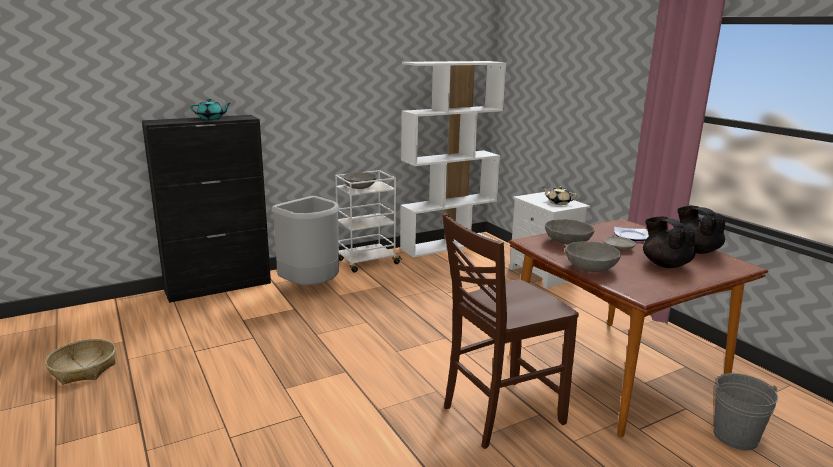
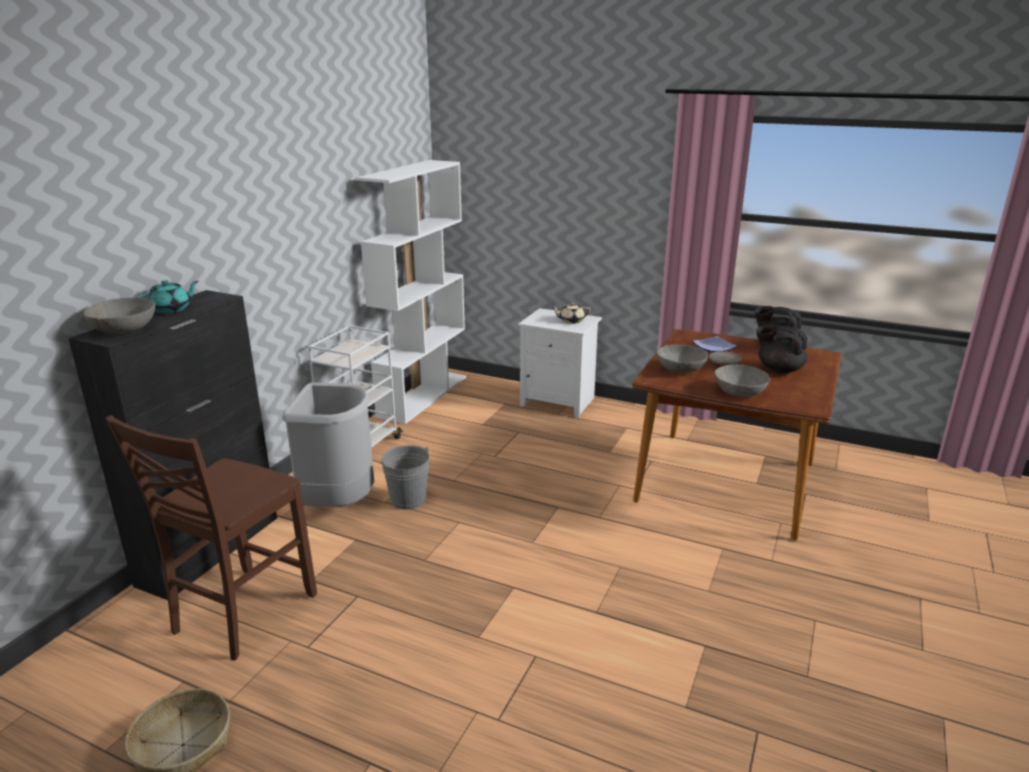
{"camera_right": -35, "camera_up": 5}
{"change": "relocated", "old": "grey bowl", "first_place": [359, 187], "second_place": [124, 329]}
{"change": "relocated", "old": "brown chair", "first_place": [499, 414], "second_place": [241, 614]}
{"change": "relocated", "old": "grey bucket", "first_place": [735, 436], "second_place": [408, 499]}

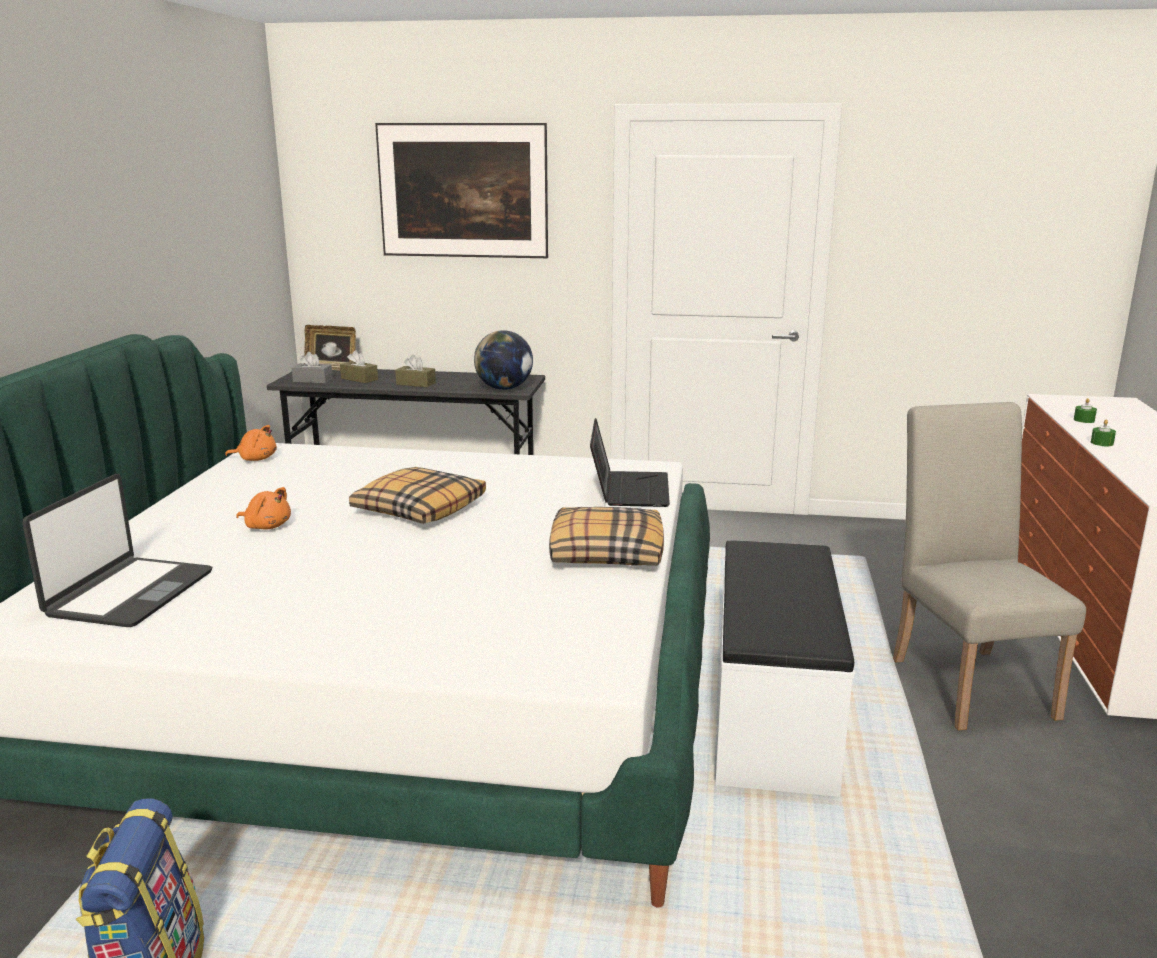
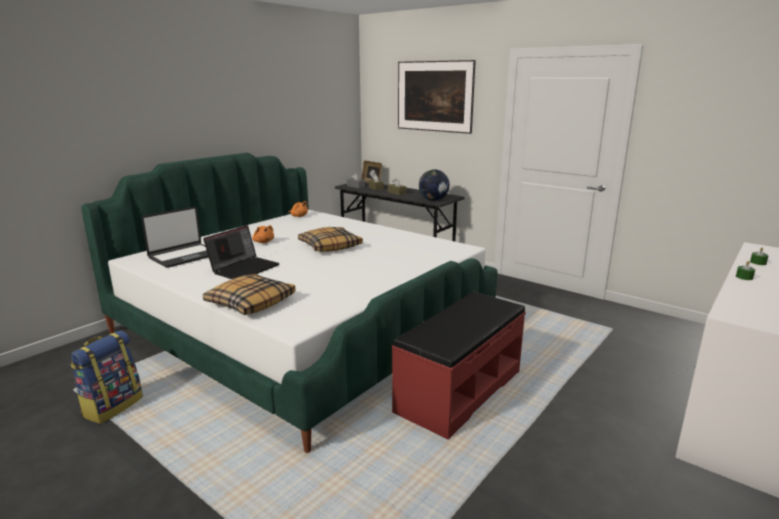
{"camera_right": 30, "camera_up": 0}
{"change": "missing", "old": "beige chair", "first_place": [967, 680]}
{"change": "relocated", "old": "pillow", "first_place": [605, 552], "second_place": [250, 302]}
{"change": "relocated", "old": "laptop", "first_place": [628, 490], "second_place": [244, 268]}
{"change": "colour", "old": "white bench", "new": "red bench", "first_place": [770, 716], "second_place": [458, 391]}

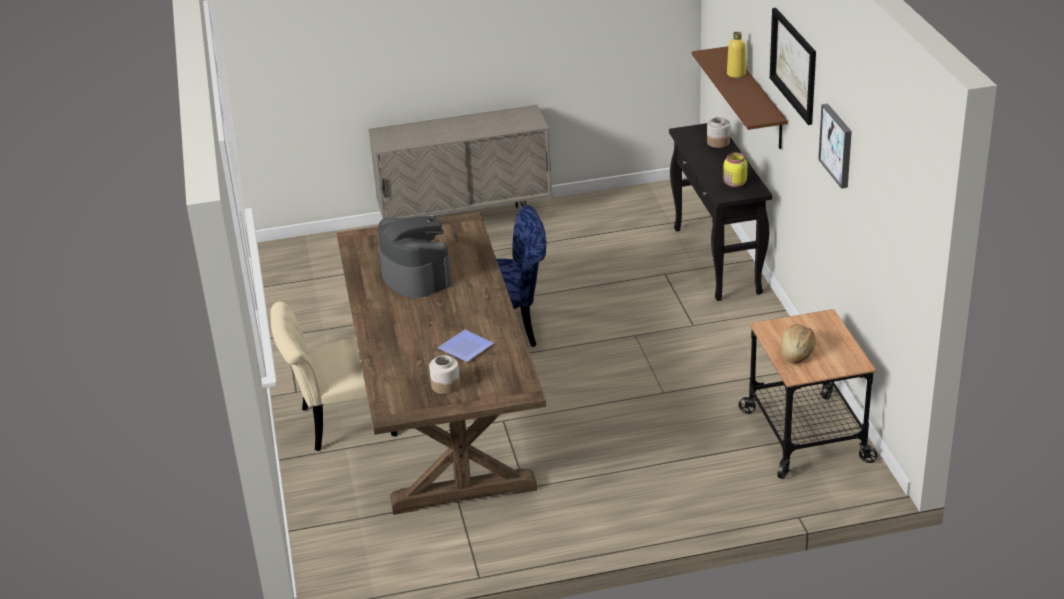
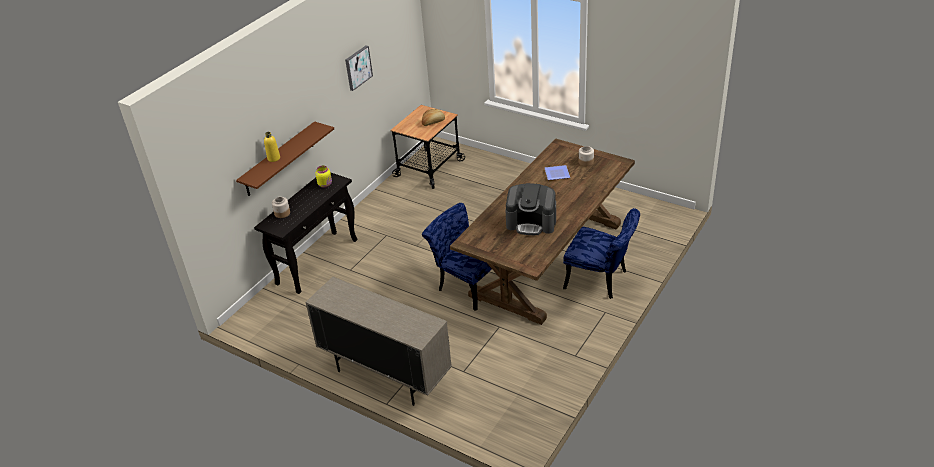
{"camera_right": -135, "camera_up": 5}
{"change": "missing", "old": "picture", "first_place": [794, 65]}
{"change": "colour", "old": "beige chair", "new": "blue chair", "first_place": [338, 422], "second_place": [601, 281]}
{"change": "spun", "old": "coffee machine", "first_place": [416, 276], "second_place": [531, 222], "degrees": -90}

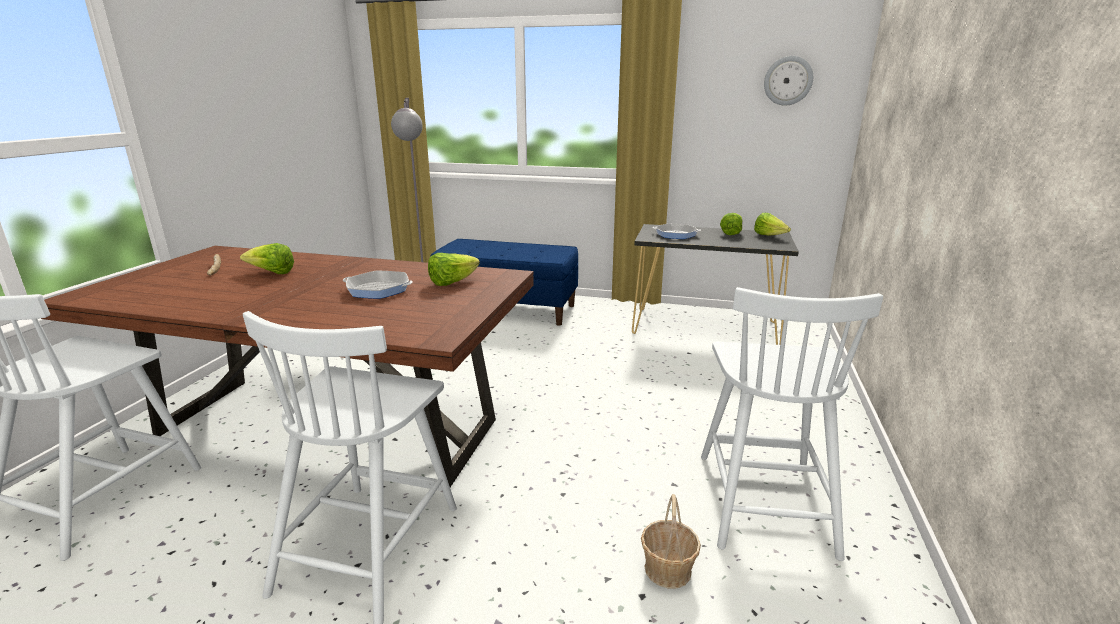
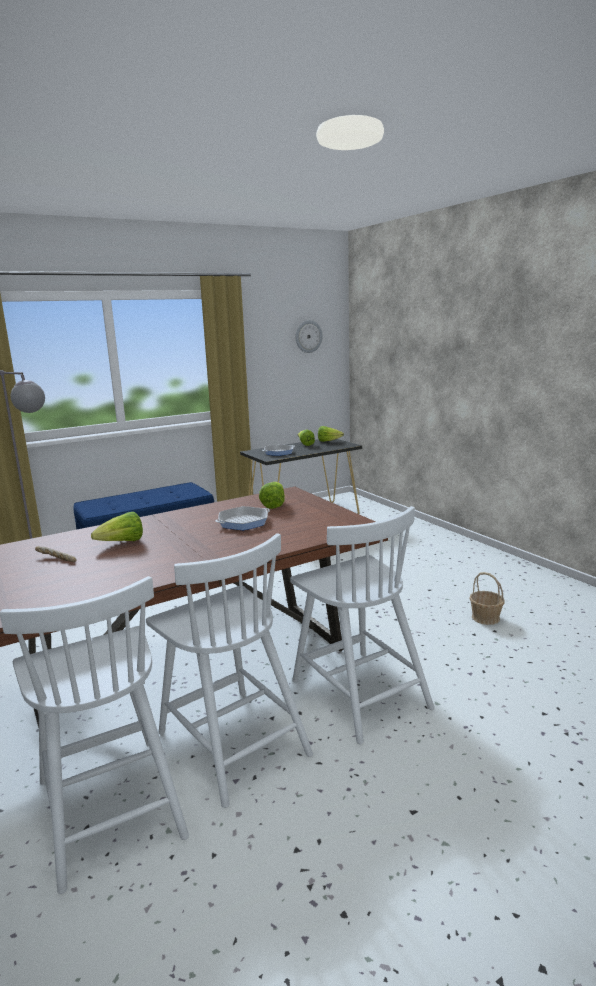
{"camera_right": -45, "camera_up": -5}
{"change": "relocated", "old": "white chair", "first_place": [763, 500], "second_place": [232, 741]}

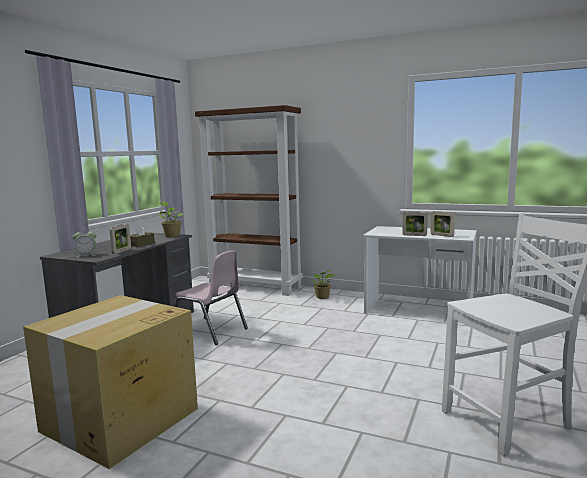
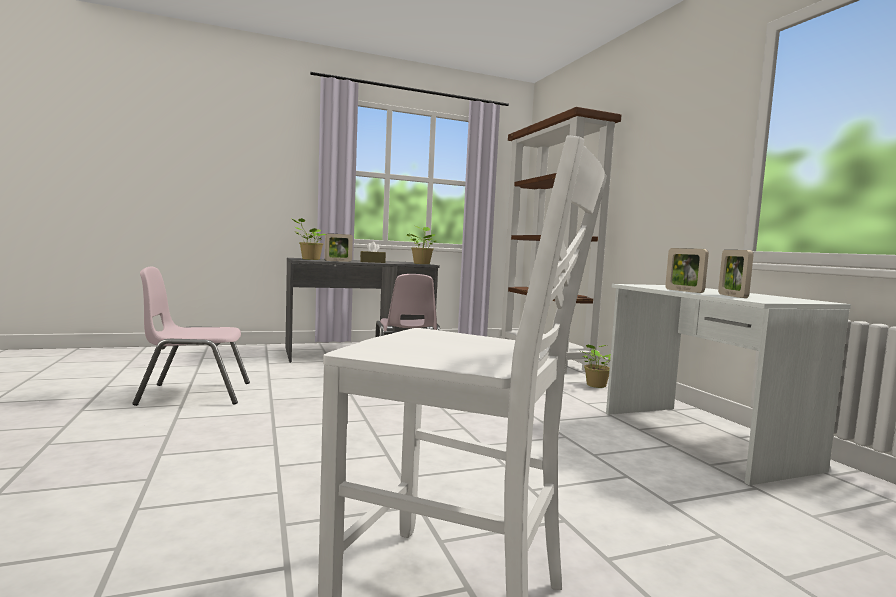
{"camera_right": 45, "camera_up": -5}
{"change": "exchanged", "old": "cardboard box", "new": "pink chair", "first_place": [119, 420], "second_place": [195, 394]}
{"change": "exchanged", "old": "alarm clock", "new": "potted plant", "first_place": [86, 255], "second_place": [309, 259]}

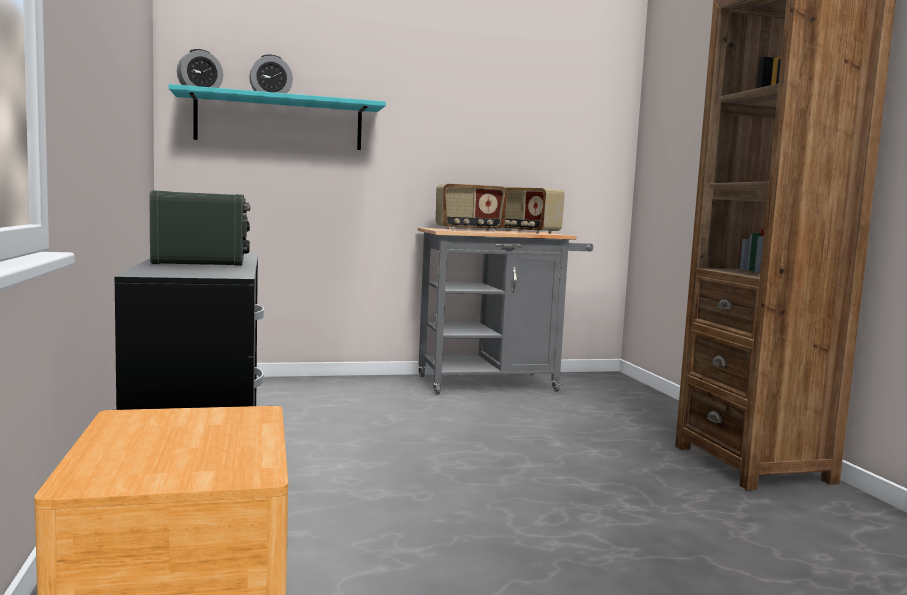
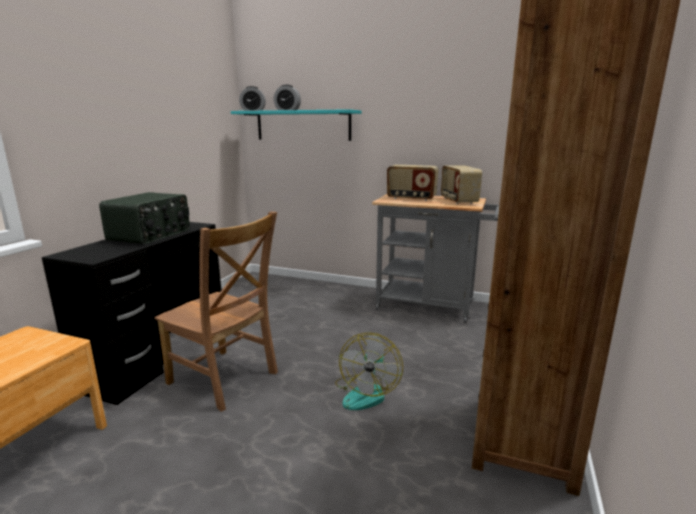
{"camera_right": 35, "camera_up": 10}
{"change": "appeared", "new": "brown chair", "second_place": [225, 379]}
{"change": "appeared", "new": "fan", "second_place": [366, 392]}

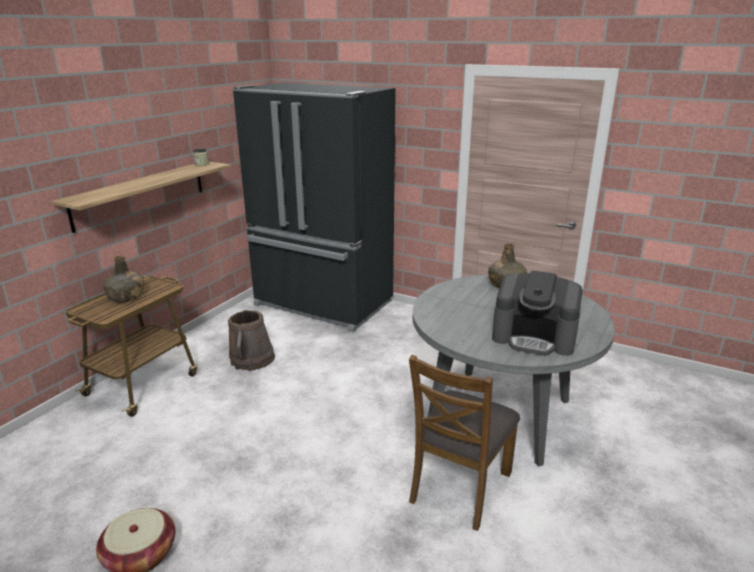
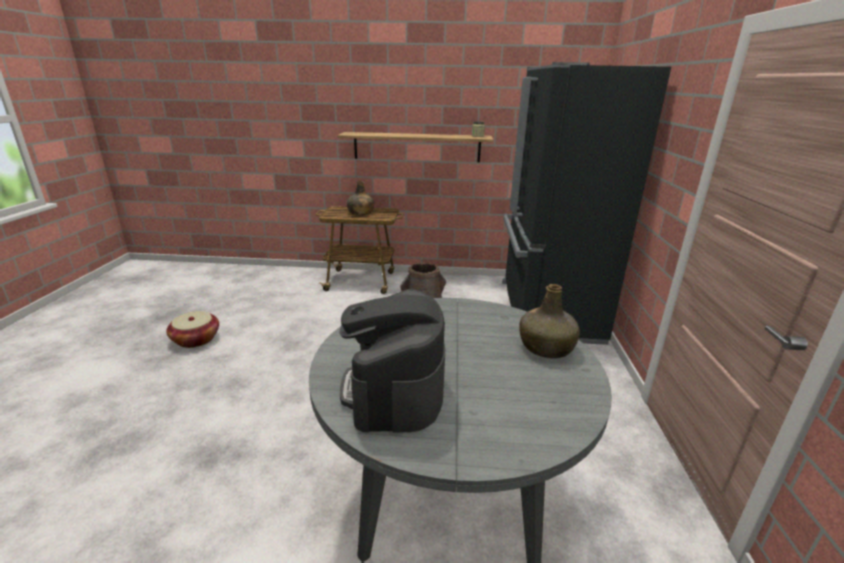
{"camera_right": 65, "camera_up": 0}
{"change": "missing", "old": "brown chair", "first_place": [459, 486]}

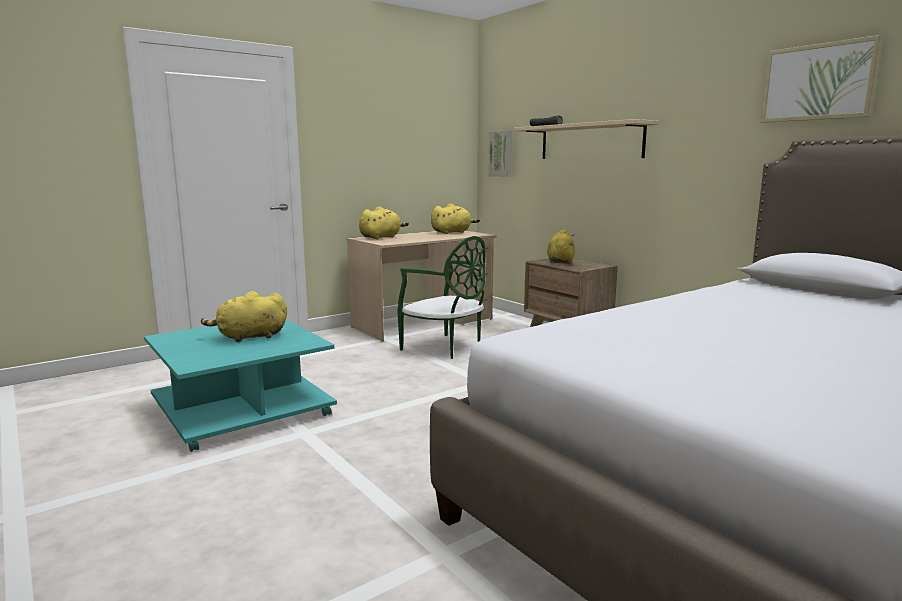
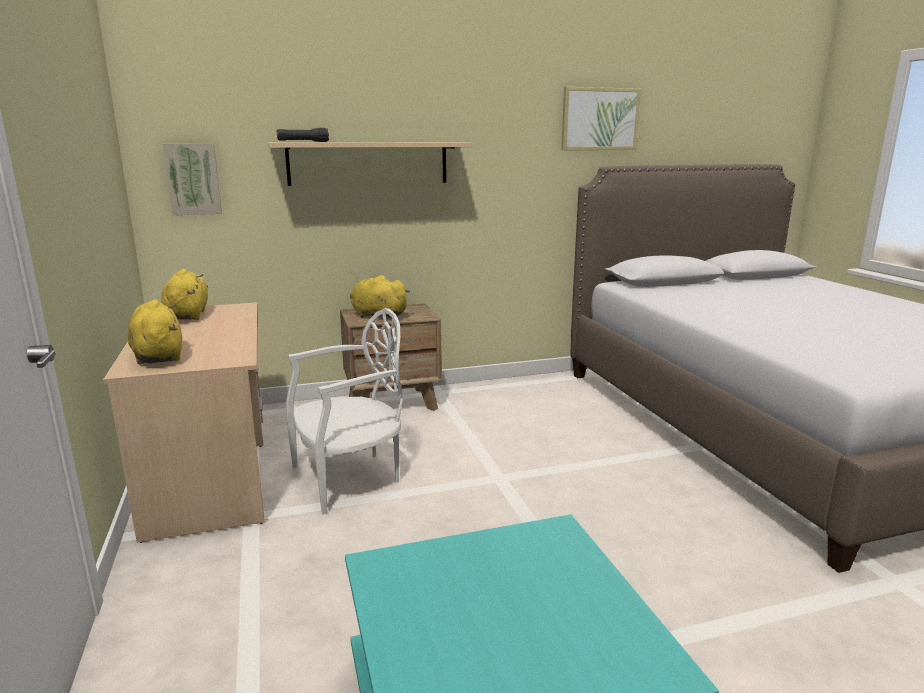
{"camera_right": -70, "camera_up": 5}
{"change": "missing", "old": "yellow plush toy", "first_place": [249, 337]}
{"change": "colour", "old": "green chair", "new": "white chair", "first_place": [445, 348], "second_place": [350, 478]}

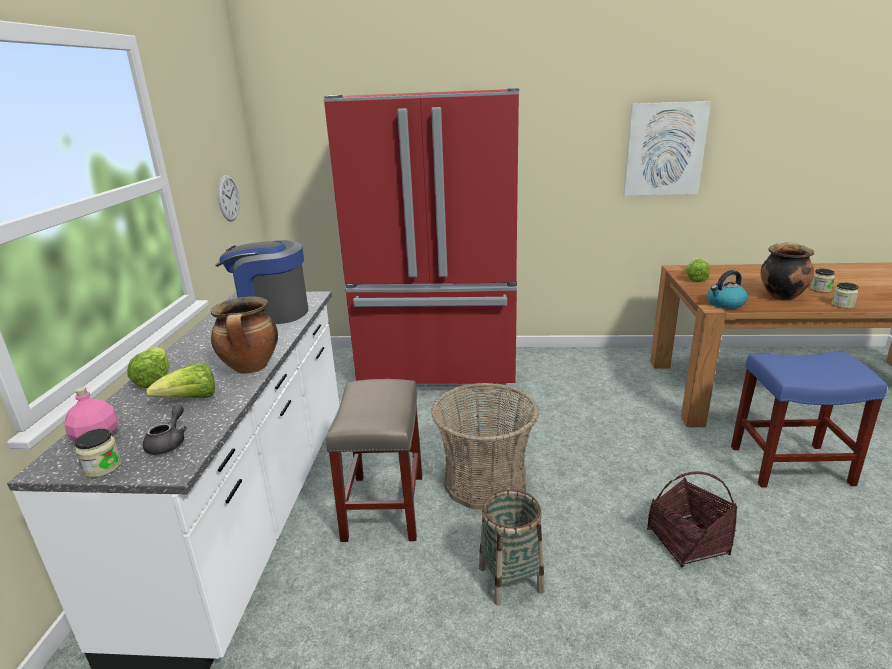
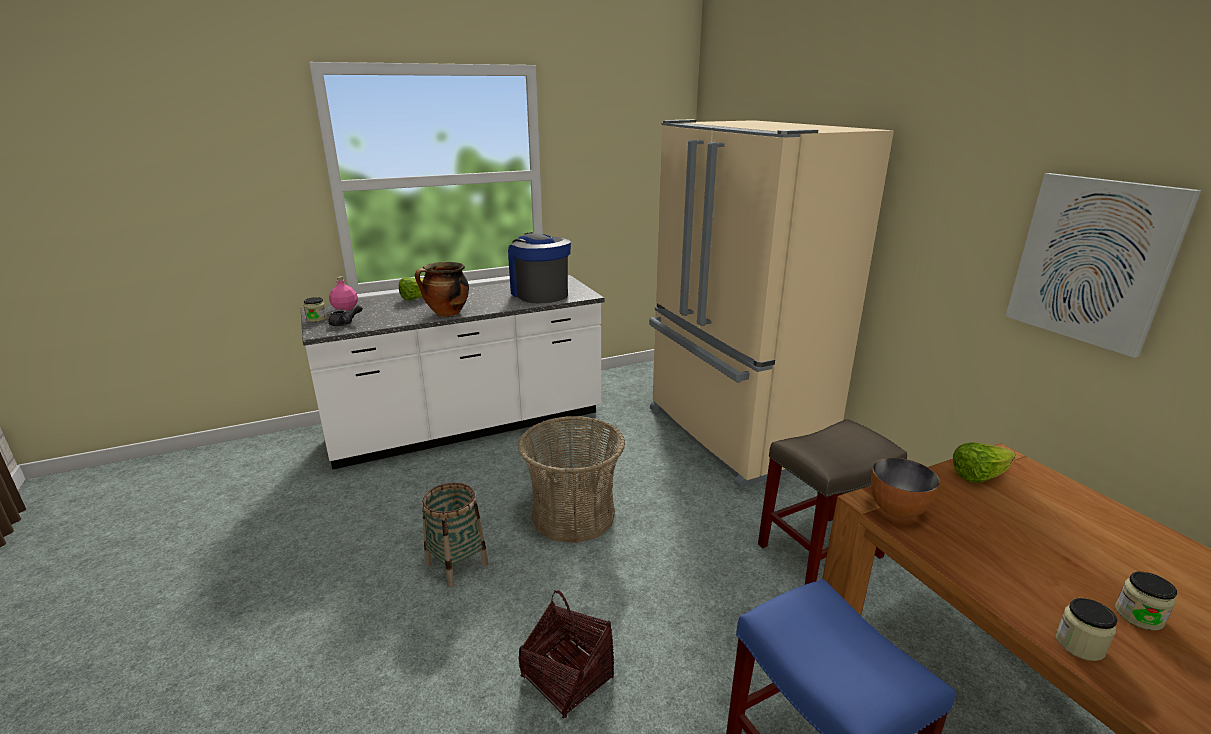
{"camera_right": 60, "camera_up": 0}
{"change": "missing", "old": "lettuce", "first_place": [190, 399]}
{"change": "missing", "old": "wall clock", "first_place": [228, 198]}
{"change": "missing", "old": "cooking pot", "first_place": [781, 296]}
{"change": "relocated", "old": "beige stool", "first_place": [384, 505], "second_place": [820, 550]}
{"change": "exchanged", "old": "kettle", "new": "bowl", "first_place": [725, 304], "second_place": [897, 510]}
{"change": "colour", "old": "red fridge", "new": "beige fridge", "first_place": [439, 370], "second_place": [733, 434]}

